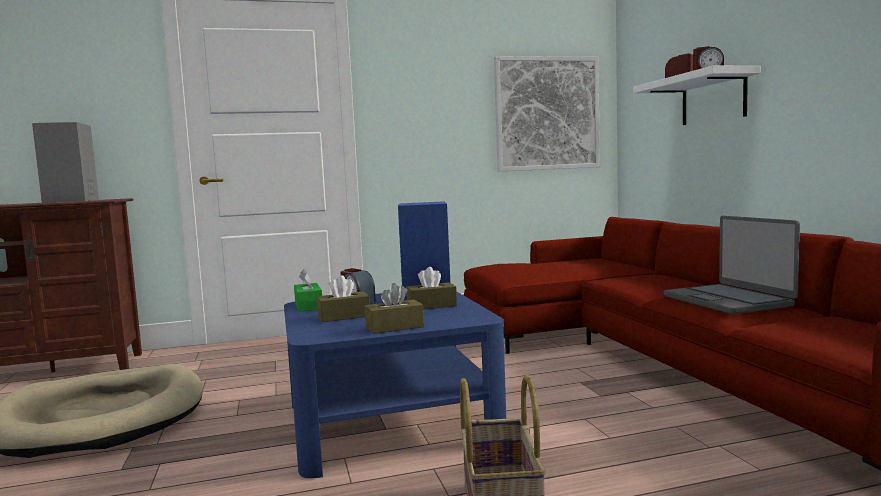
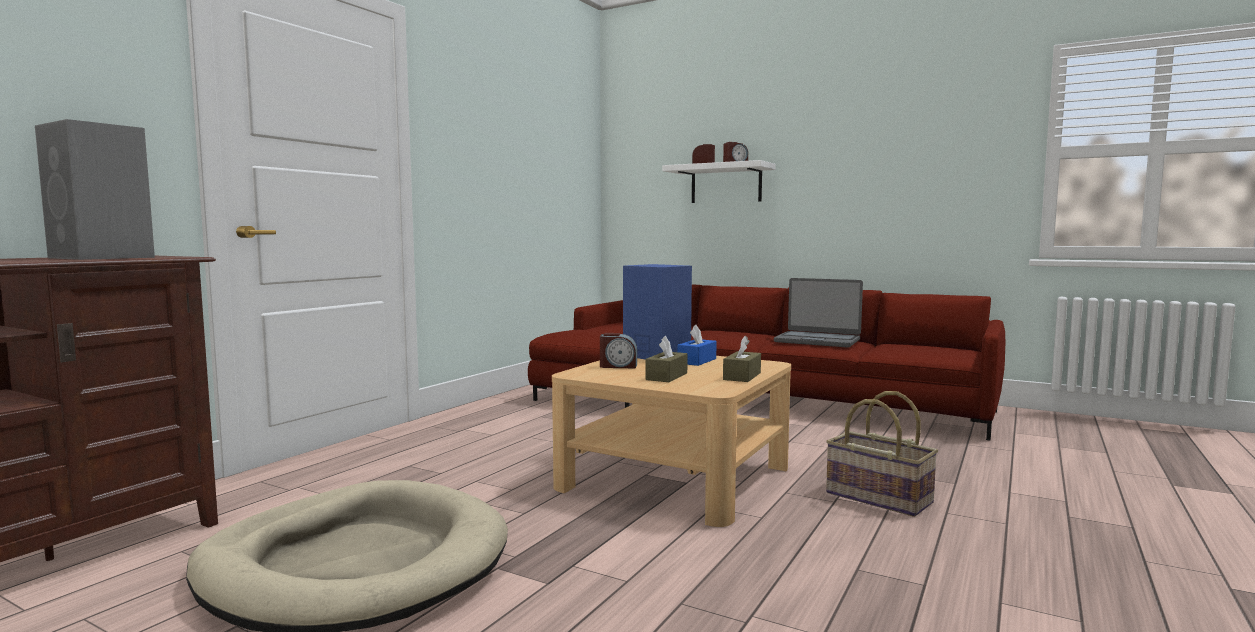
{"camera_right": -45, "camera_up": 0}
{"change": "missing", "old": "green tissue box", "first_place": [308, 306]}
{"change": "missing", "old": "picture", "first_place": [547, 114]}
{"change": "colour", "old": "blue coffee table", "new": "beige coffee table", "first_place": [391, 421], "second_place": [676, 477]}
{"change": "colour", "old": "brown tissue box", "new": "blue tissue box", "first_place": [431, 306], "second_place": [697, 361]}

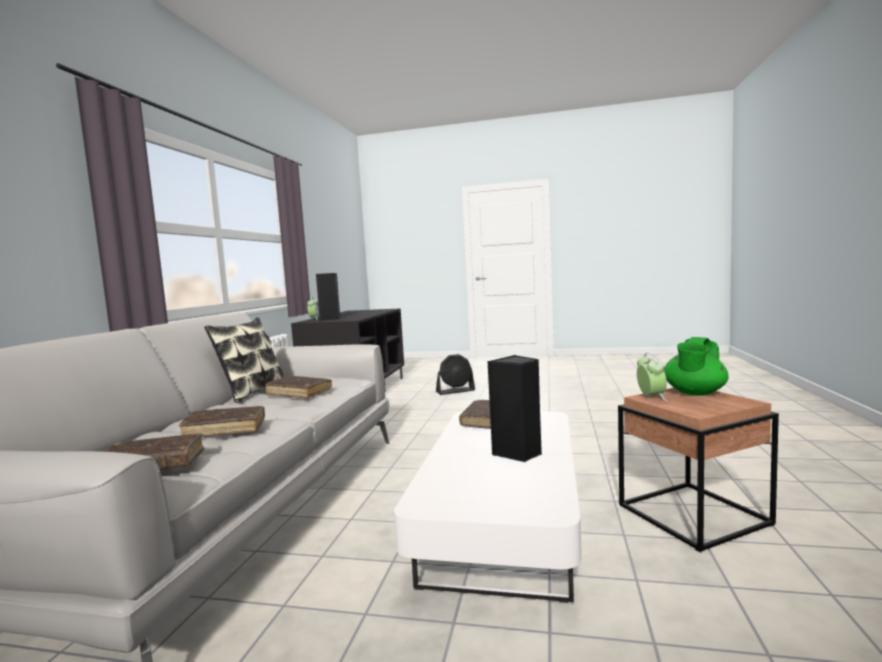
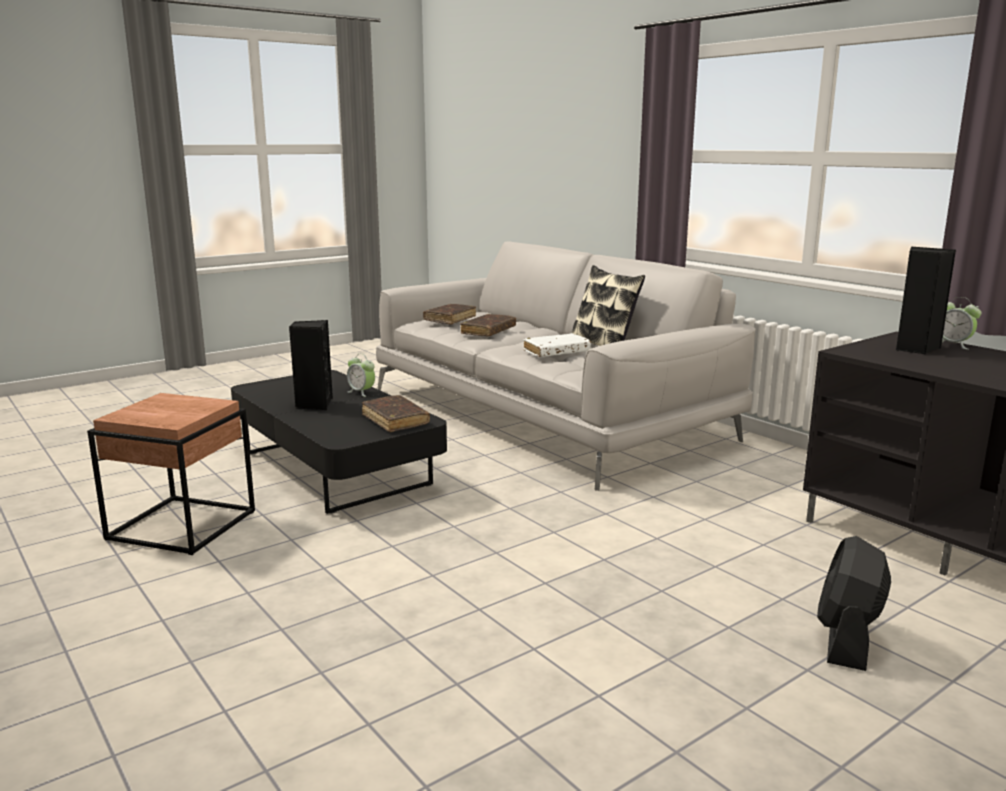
{"camera_right": 130, "camera_up": 10}
{"change": "missing", "old": "green teapot", "first_place": [694, 393]}
{"change": "relocated", "old": "alarm clock", "first_place": [651, 397], "second_place": [361, 392]}
{"change": "colour", "old": "brown book", "new": "white book", "first_place": [299, 393], "second_place": [556, 352]}
{"change": "colour", "old": "white coffee table", "new": "black coffee table", "first_place": [503, 526], "second_place": [335, 468]}

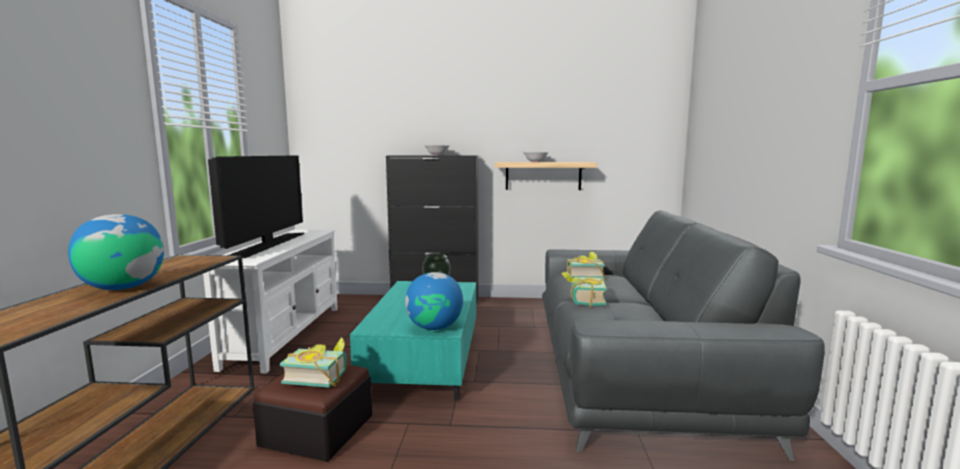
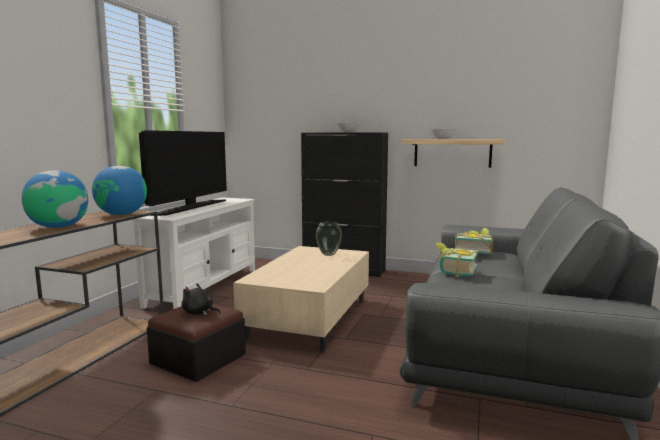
{"camera_right": 15, "camera_up": 0}
{"change": "relocated", "old": "globe", "first_place": [435, 327], "second_place": [122, 214]}
{"change": "exchanged", "old": "book", "new": "black plush toy", "first_place": [318, 376], "second_place": [199, 313]}
{"change": "colour", "old": "turquoise coffee table", "new": "beige coffee table", "first_place": [424, 362], "second_place": [308, 318]}

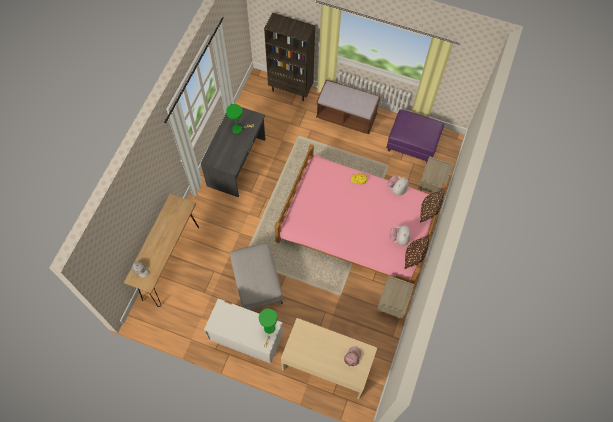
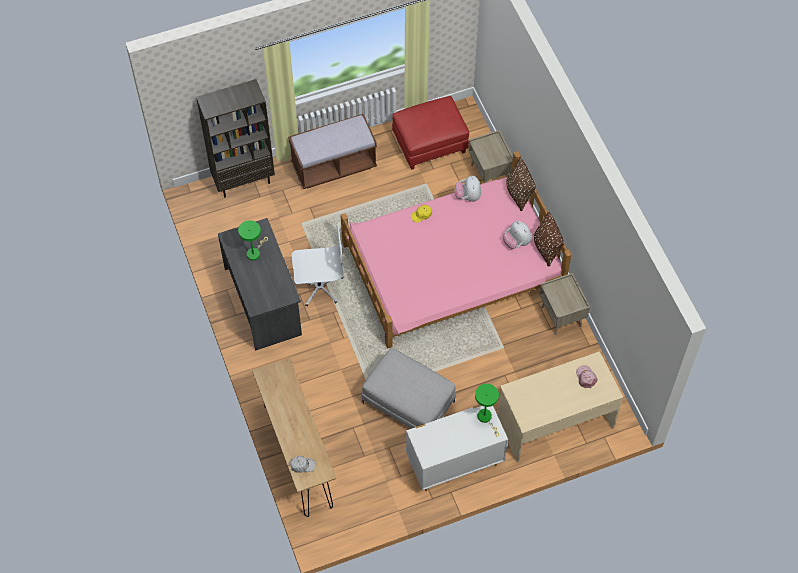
{"camera_right": -40, "camera_up": -5}
{"change": "appeared", "new": "white office chair", "second_place": [319, 286]}
{"change": "colour", "old": "purple ottoman", "new": "red ottoman", "first_place": [413, 144], "second_place": [430, 143]}

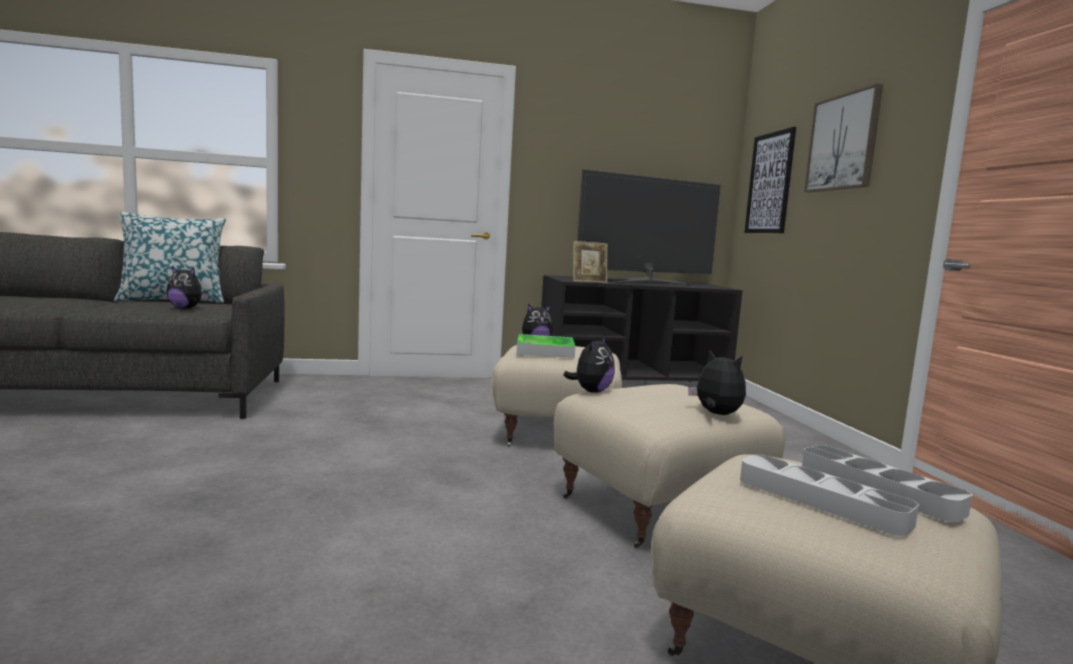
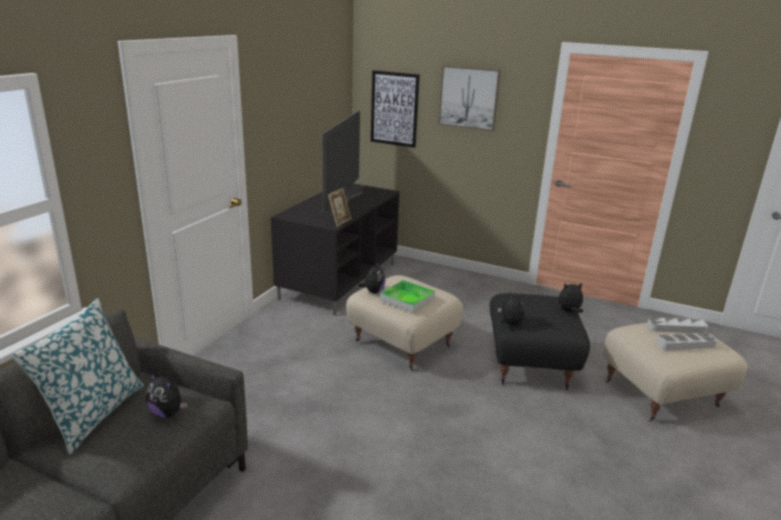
{"camera_right": -55, "camera_up": 15}
{"change": "colour", "old": "beige ottoman", "new": "black ottoman", "first_place": [656, 508], "second_place": [529, 364]}
{"change": "spun", "old": "plush toy", "first_place": [186, 308], "second_place": [167, 413], "degrees": 75}

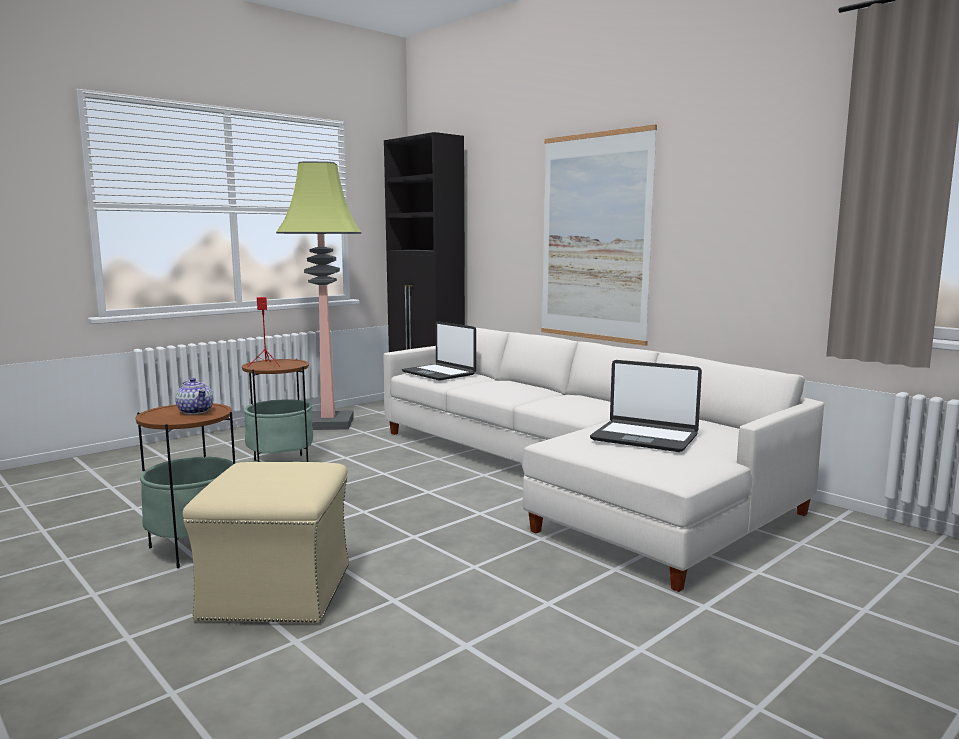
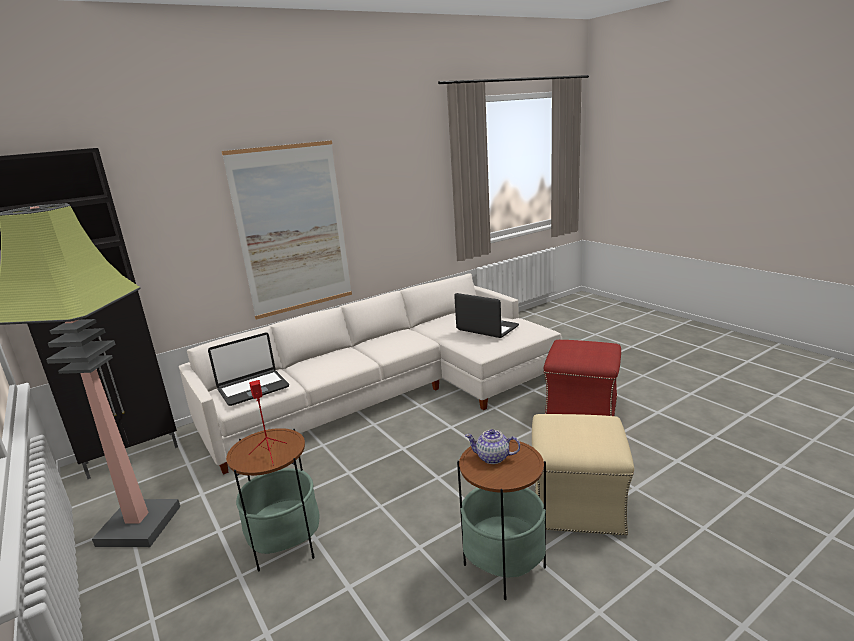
{"camera_right": -80, "camera_up": 10}
{"change": "appeared", "new": "red ottoman", "second_place": [582, 408]}
{"change": "spun", "old": "teapot", "first_place": [195, 411], "second_place": [493, 458], "degrees": -135}
{"change": "spun", "old": "laptop", "first_place": [644, 437], "second_place": [487, 328], "degrees": -90}

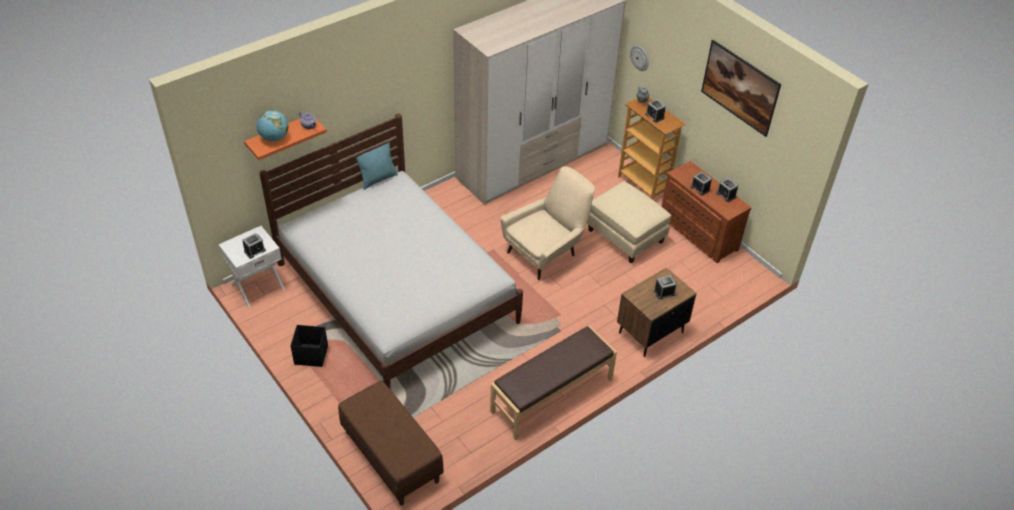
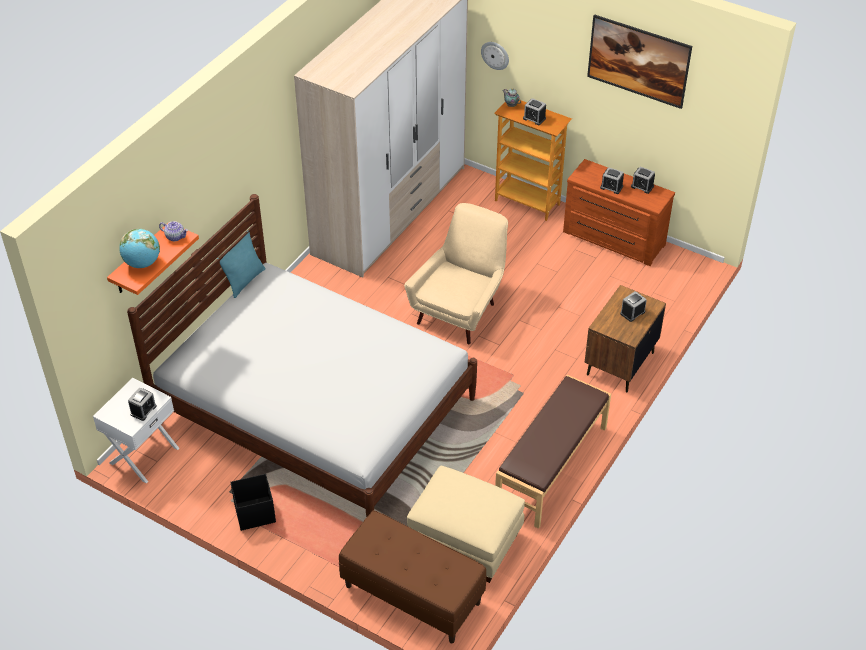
{"camera_right": -20, "camera_up": 0}
{"change": "relocated", "old": "beige ottoman", "first_place": [626, 236], "second_place": [466, 540]}

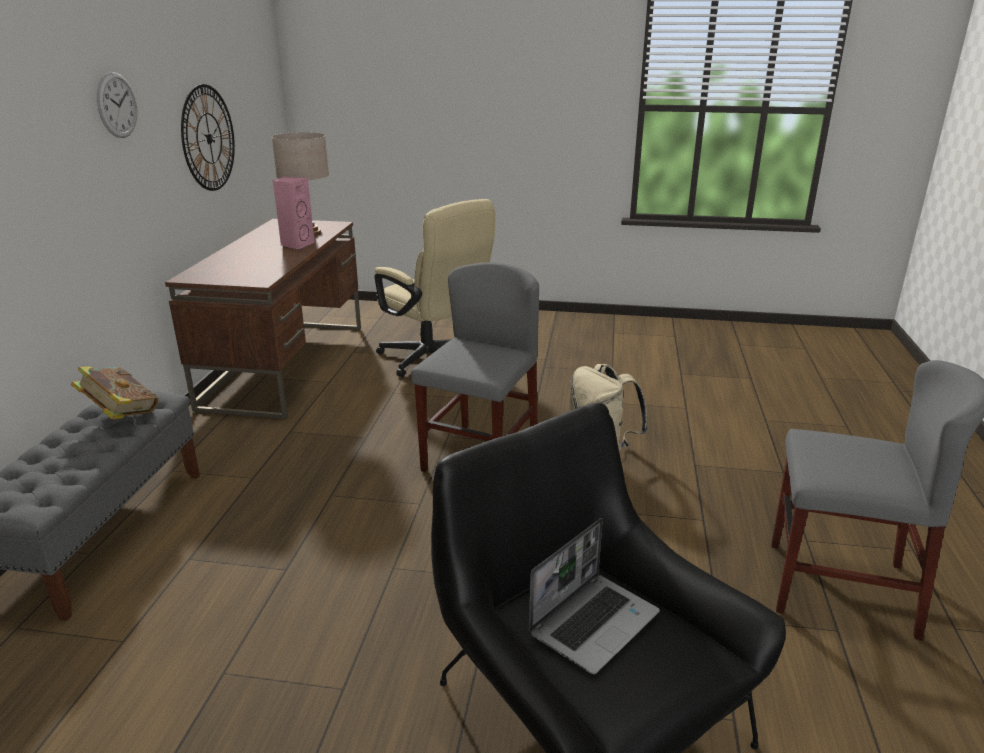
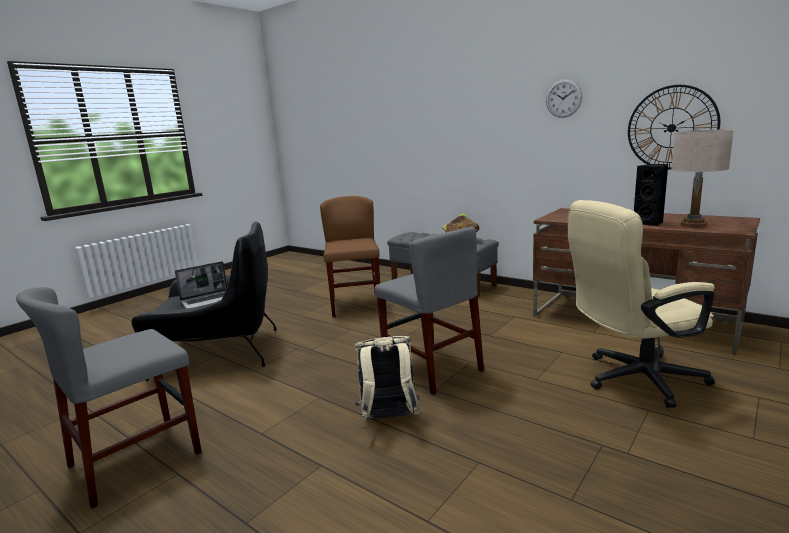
{"camera_right": 120, "camera_up": -10}
{"change": "appeared", "new": "brown chair", "second_place": [356, 304]}
{"change": "colour", "old": "pink speaker", "new": "black speaker", "first_place": [296, 244], "second_place": [650, 223]}
{"change": "spun", "old": "laptop", "first_place": [594, 622], "second_place": [209, 301], "degrees": -105}

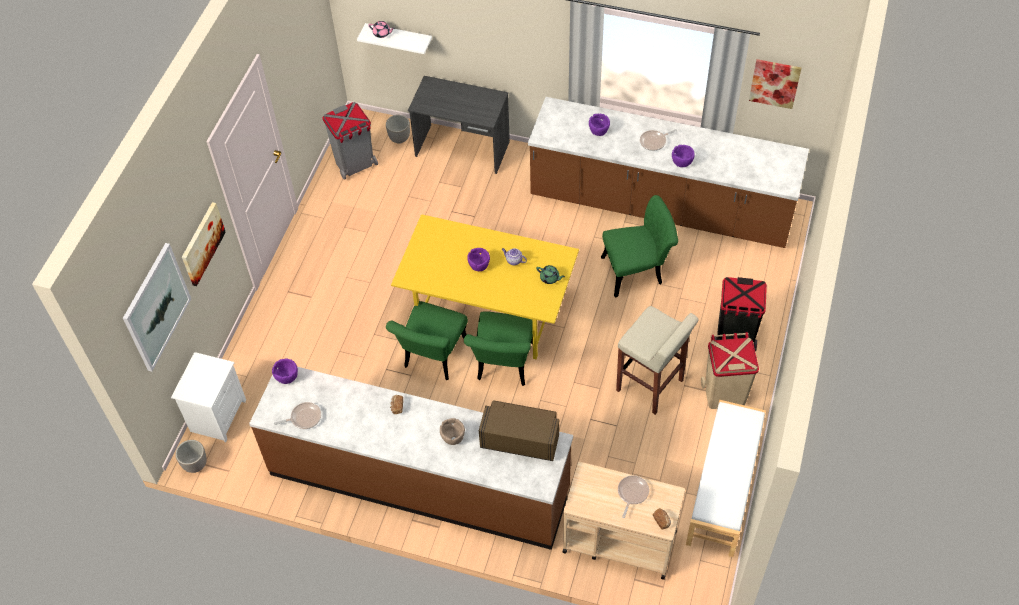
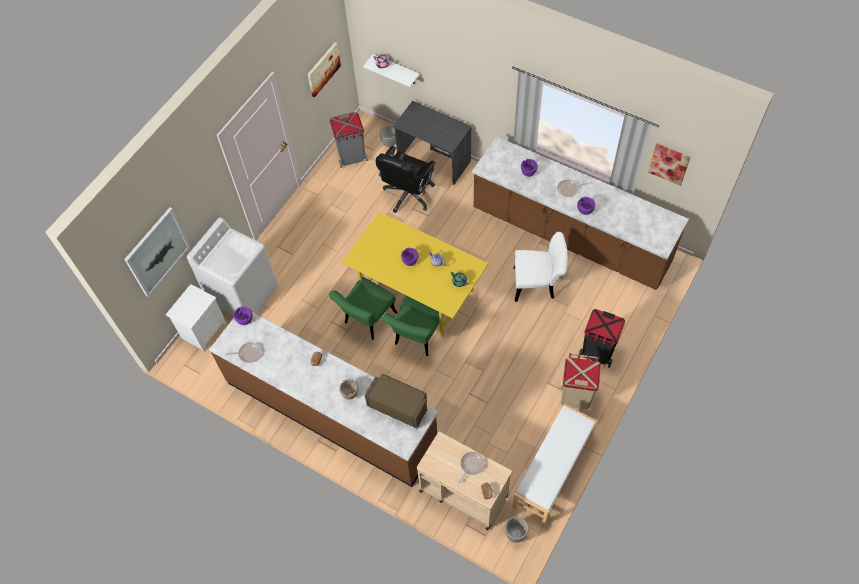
{"camera_right": 15, "camera_up": 5}
{"change": "missing", "old": "beige stool", "first_place": [650, 386]}
{"change": "appeared", "new": "white washing machine", "second_place": [243, 294]}
{"change": "appeared", "new": "black office chair", "second_place": [408, 195]}
{"change": "relocated", "old": "planter", "first_place": [195, 465], "second_place": [515, 534]}
{"change": "relocated", "old": "picture", "first_place": [202, 243], "second_place": [323, 69]}
{"change": "colour", "old": "green chair", "new": "white chair", "first_place": [637, 271], "second_place": [538, 284]}

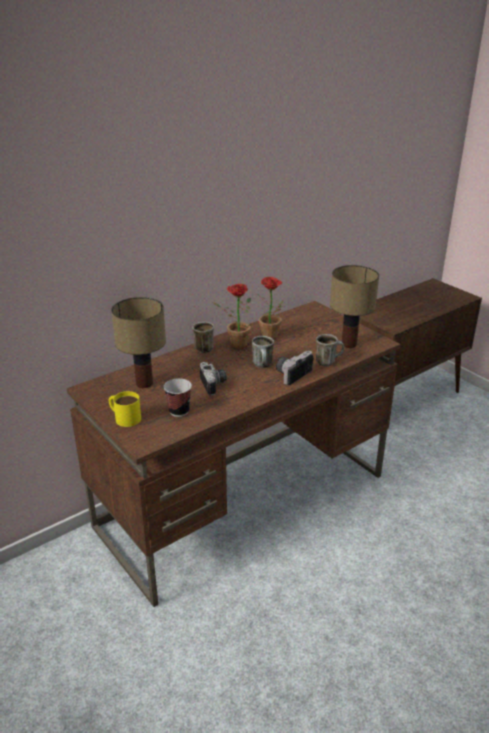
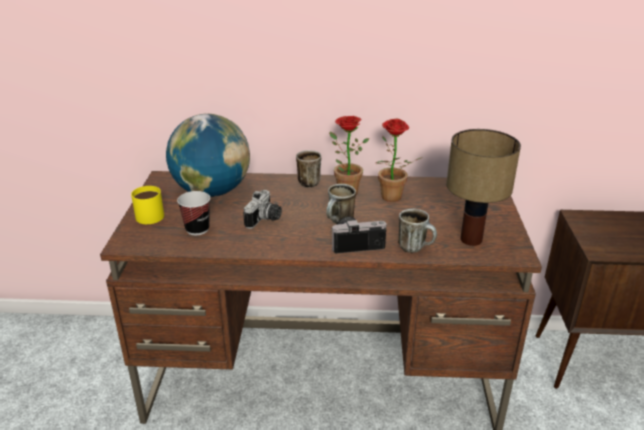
{"camera_right": 40, "camera_up": 0}
{"change": "exchanged", "old": "table lamp", "new": "globe", "first_place": [145, 383], "second_place": [212, 192]}

